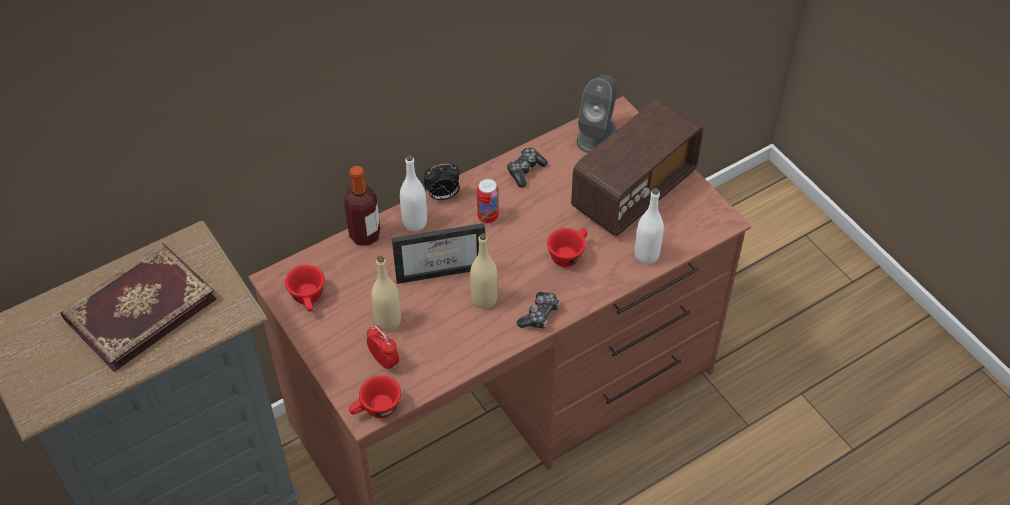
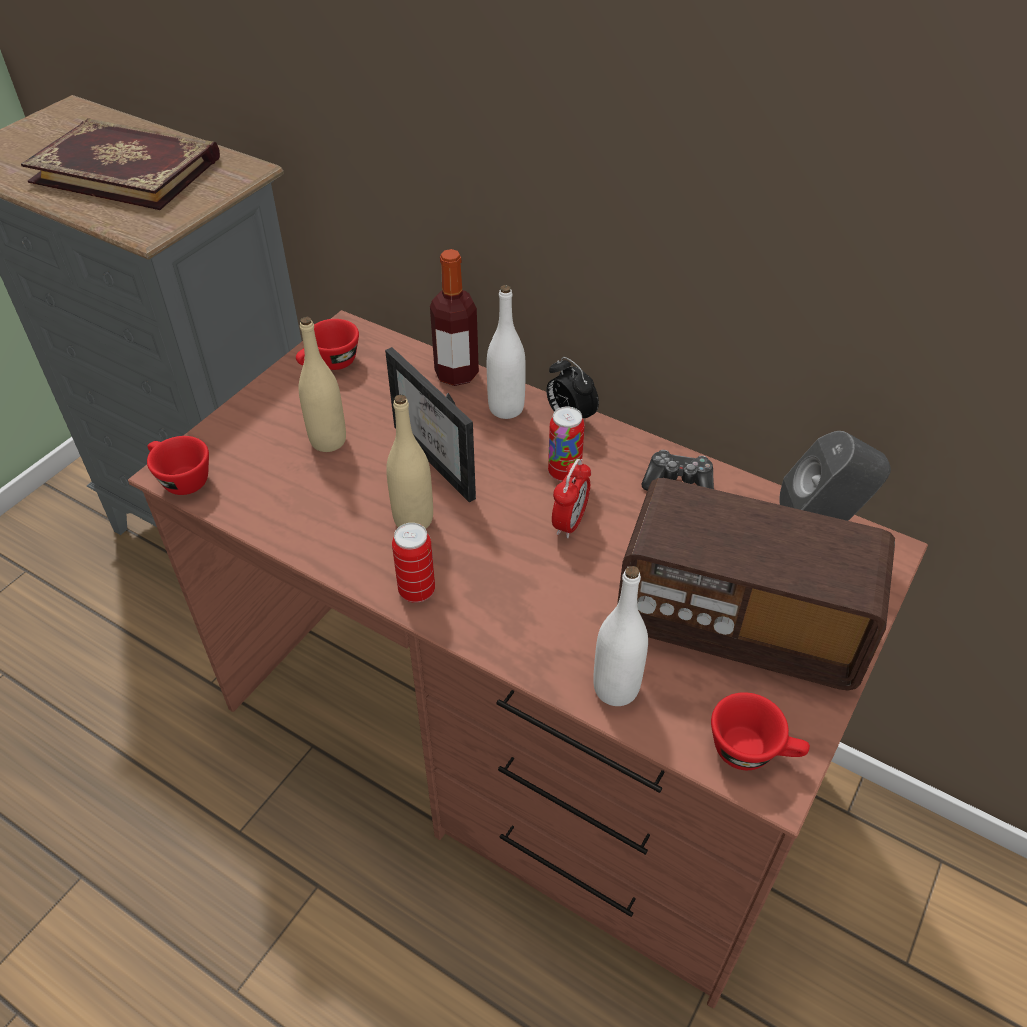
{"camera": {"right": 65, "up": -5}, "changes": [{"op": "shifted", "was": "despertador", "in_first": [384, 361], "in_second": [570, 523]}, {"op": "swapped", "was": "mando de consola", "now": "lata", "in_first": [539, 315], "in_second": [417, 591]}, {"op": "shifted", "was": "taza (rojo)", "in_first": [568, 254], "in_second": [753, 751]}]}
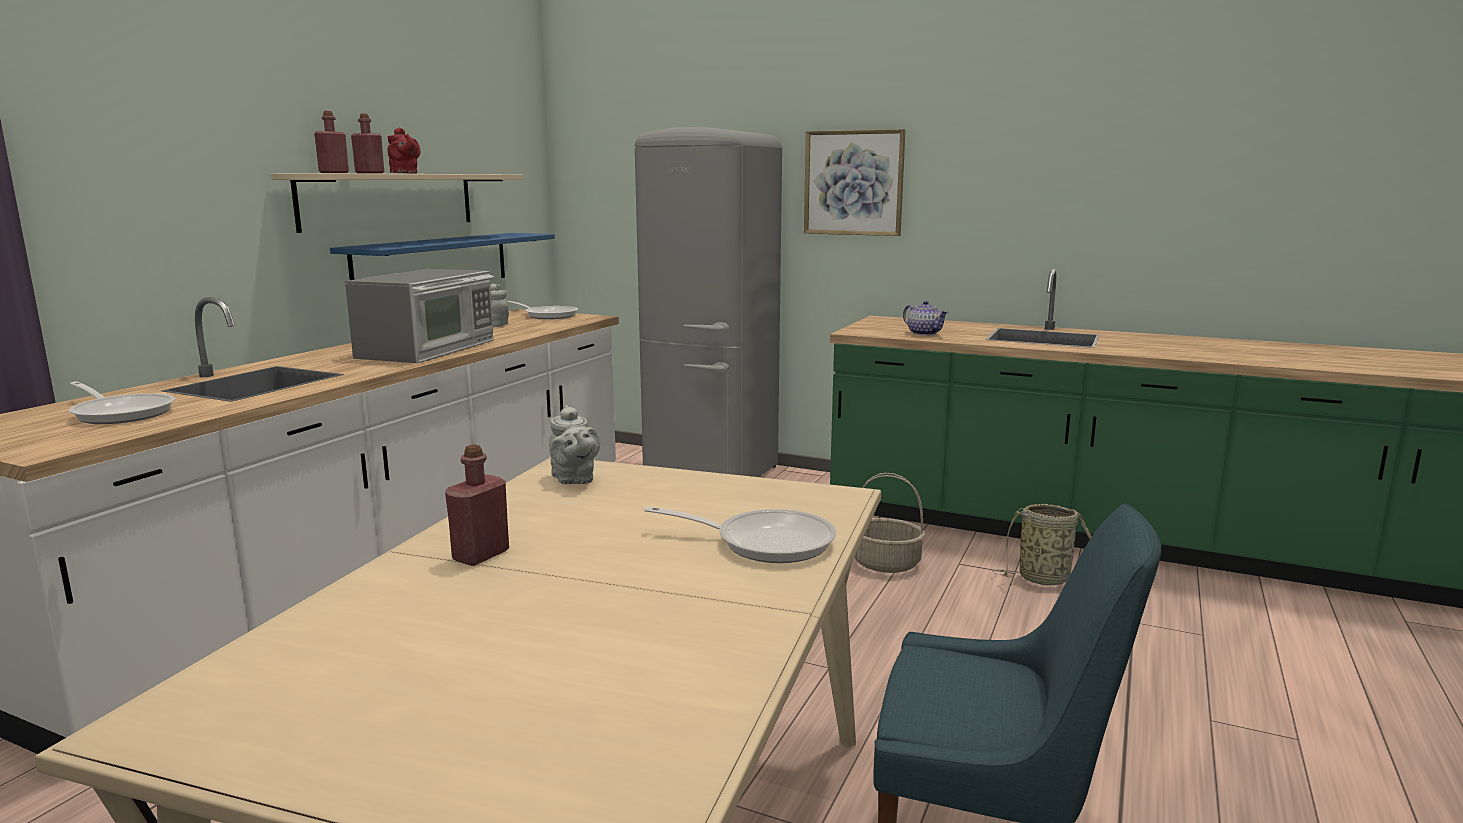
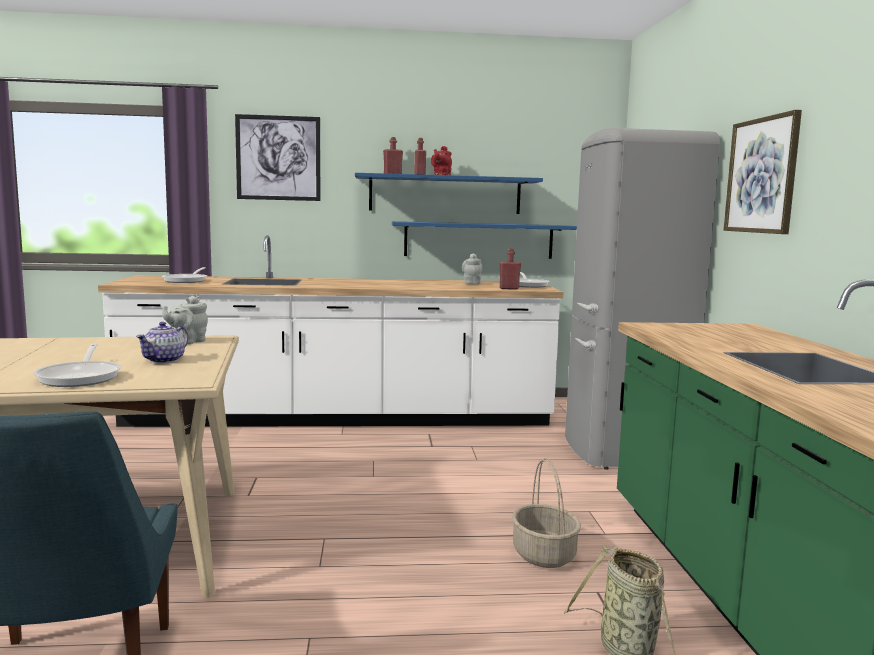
{"camera": {"right": 60, "up": -5}, "changes": [{"op": "repainted", "was": "estante (beis)", "now": "estante (azul)", "in_first": [389, 200], "in_second": [445, 194]}, {"op": "gone", "was": "microondas", "in_first": [429, 349]}, {"op": "shifted", "was": "botella (rojo)", "in_first": [481, 555], "in_second": [509, 288]}, {"op": "shifted", "was": "tetera", "in_first": [924, 333], "in_second": [165, 360]}, {"op": "new", "now": "cuadro", "in_second": [278, 158]}]}
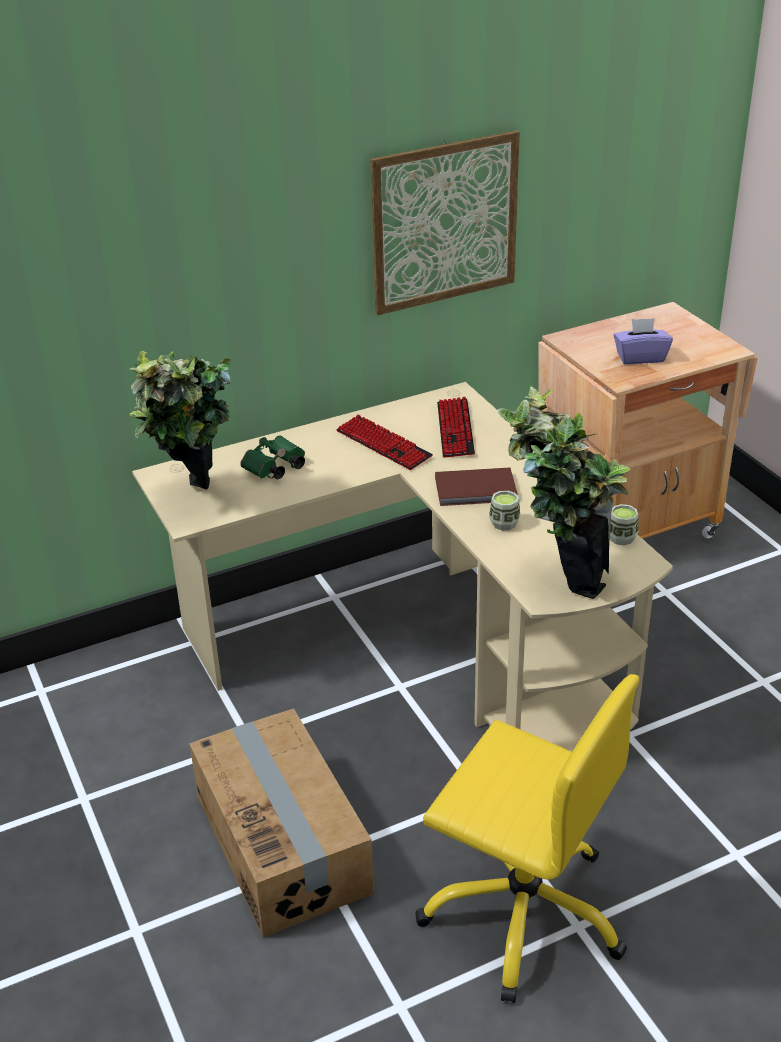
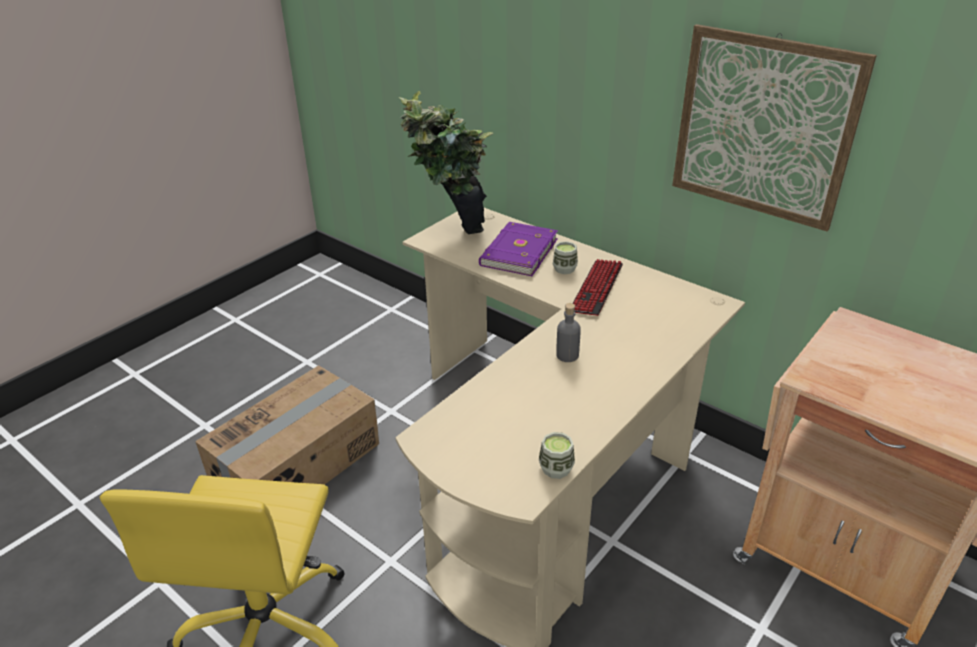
{"camera": {"right": 65, "up": 0}, "changes": [{"op": "swapped", "was": "prismáticos (verde)", "now": "libro (morado)", "in_first": [274, 469], "in_second": [517, 252]}, {"op": "swapped", "was": "libro (marrón)", "now": "botella (gris)", "in_first": [477, 490], "in_second": [567, 355]}, {"op": "gone", "was": "teclado", "in_first": [455, 429]}, {"op": "shifted", "was": "taza", "in_first": [504, 523], "in_second": [564, 269]}, {"op": "gone", "was": "planta en maceta", "in_first": [556, 580]}, {"op": "gone", "was": "caja de pañuelos (morado)", "in_first": [640, 357]}]}
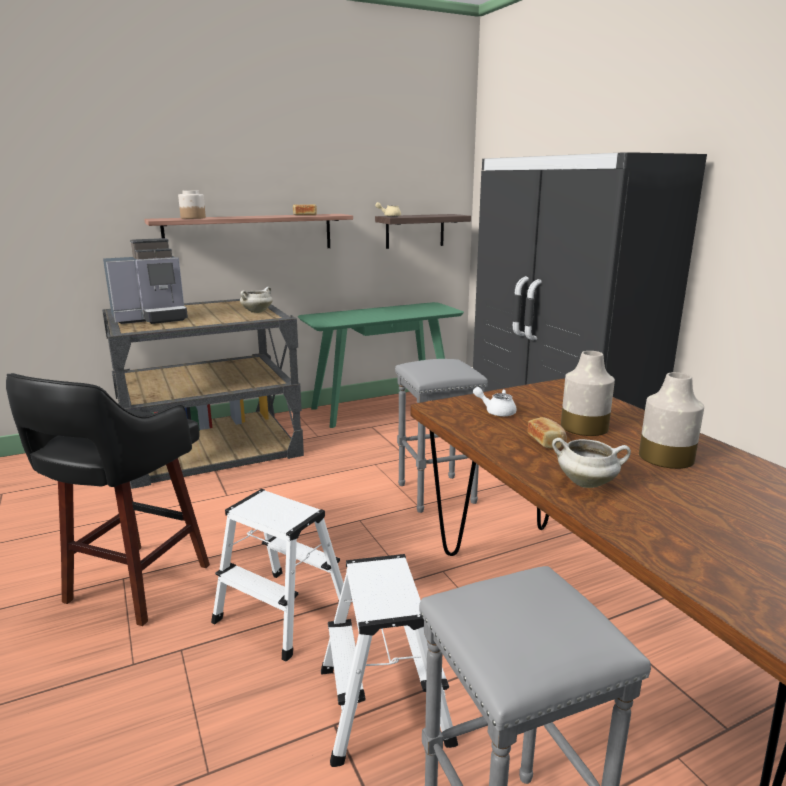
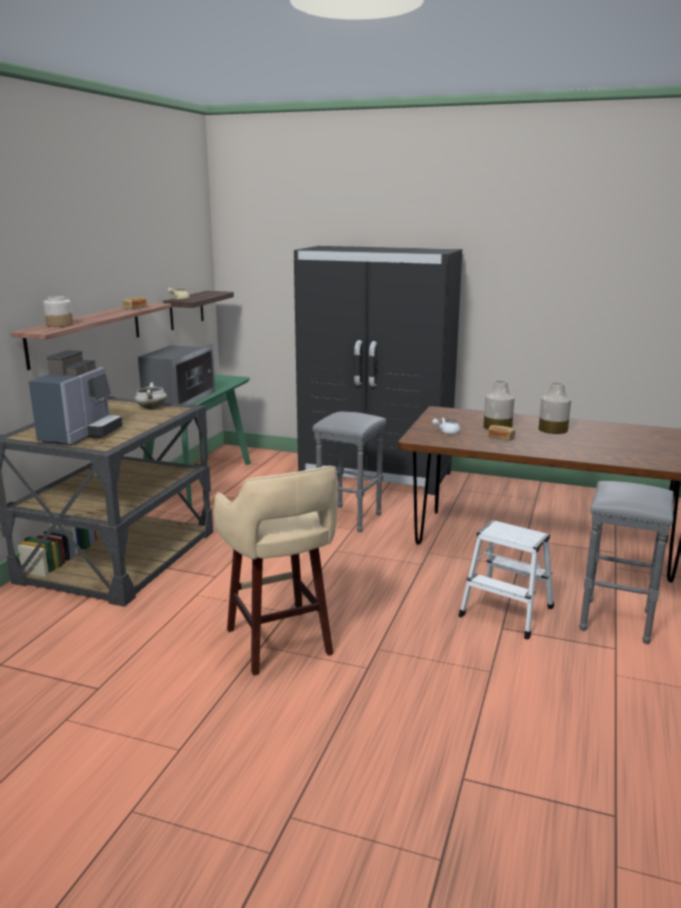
{"camera": {"right": -45, "up": 0}, "changes": [{"op": "repainted", "was": "taburete (negro)", "now": "taburete (beis)", "in_first": [134, 587], "in_second": [280, 645]}, {"op": "gone", "was": "escalera de tijera (blanco)", "in_first": [282, 612]}, {"op": "gone", "was": "olla (blanco)", "in_first": [587, 483]}, {"op": "new", "now": "microondas", "in_second": [178, 400]}]}
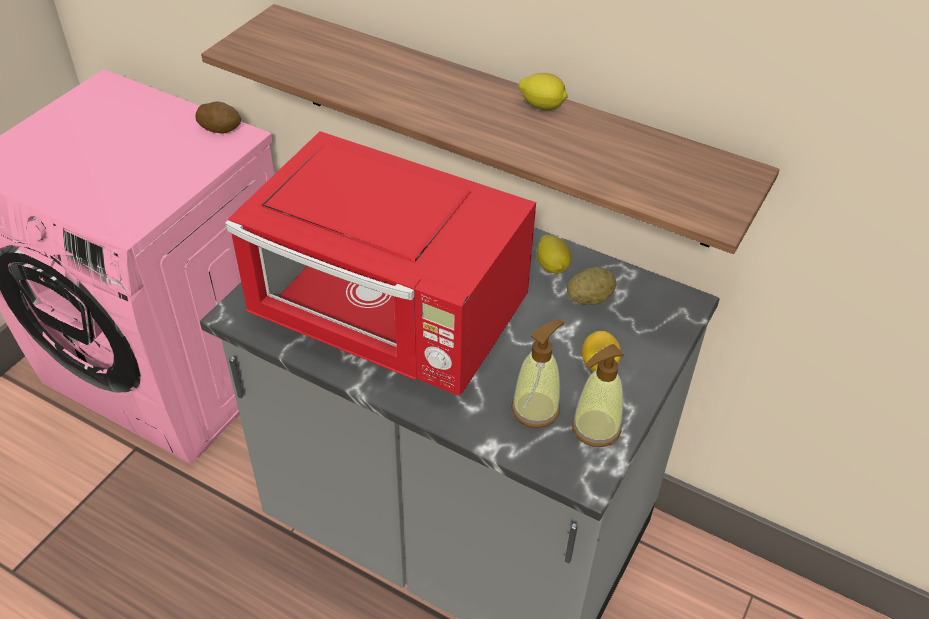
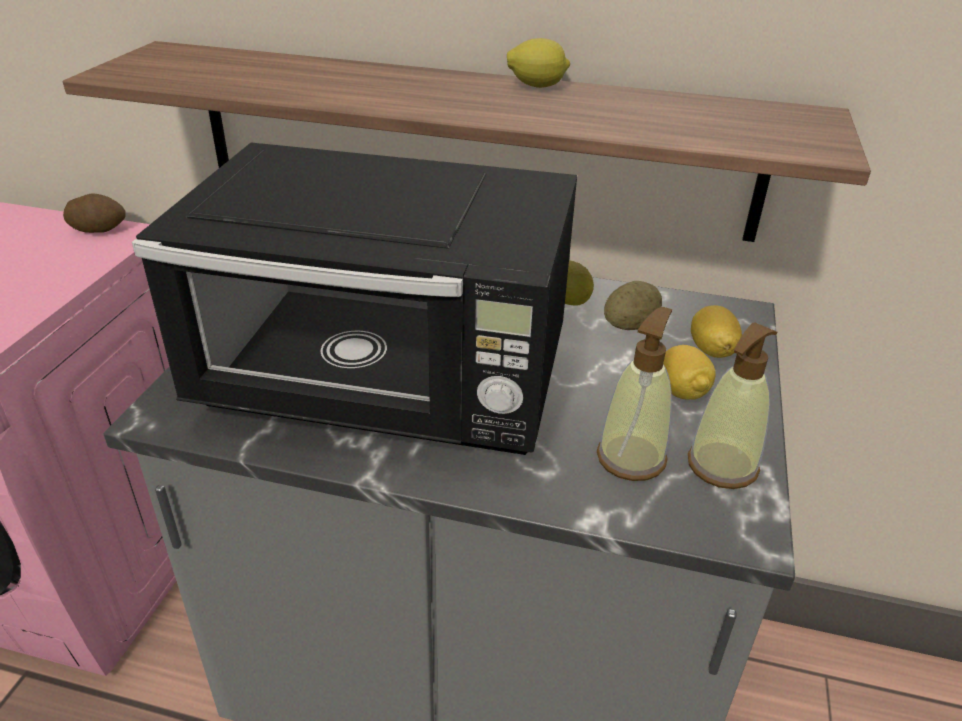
{"camera": {"right": -15, "up": -10}, "changes": [{"op": "repainted", "was": "microondas (rojo)", "now": "microondas (negro)", "in_first": [391, 322], "in_second": [389, 389]}, {"op": "new", "now": "limón", "in_second": [711, 350]}]}
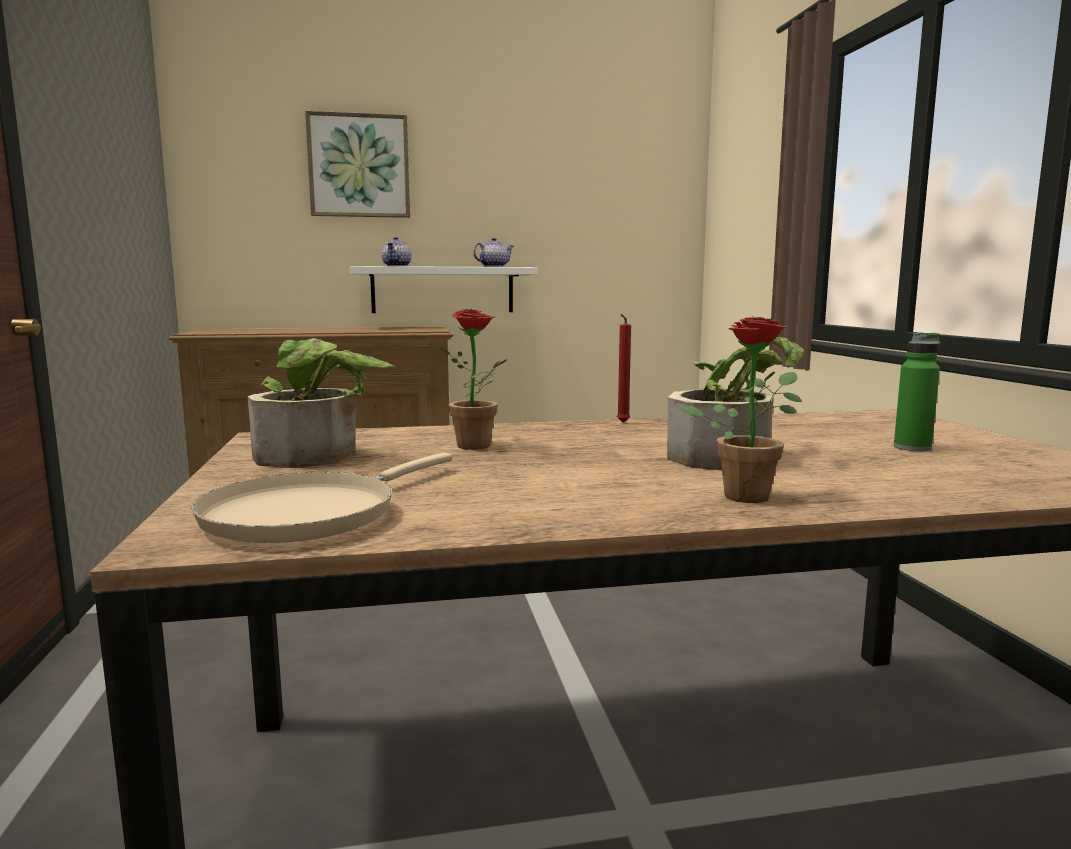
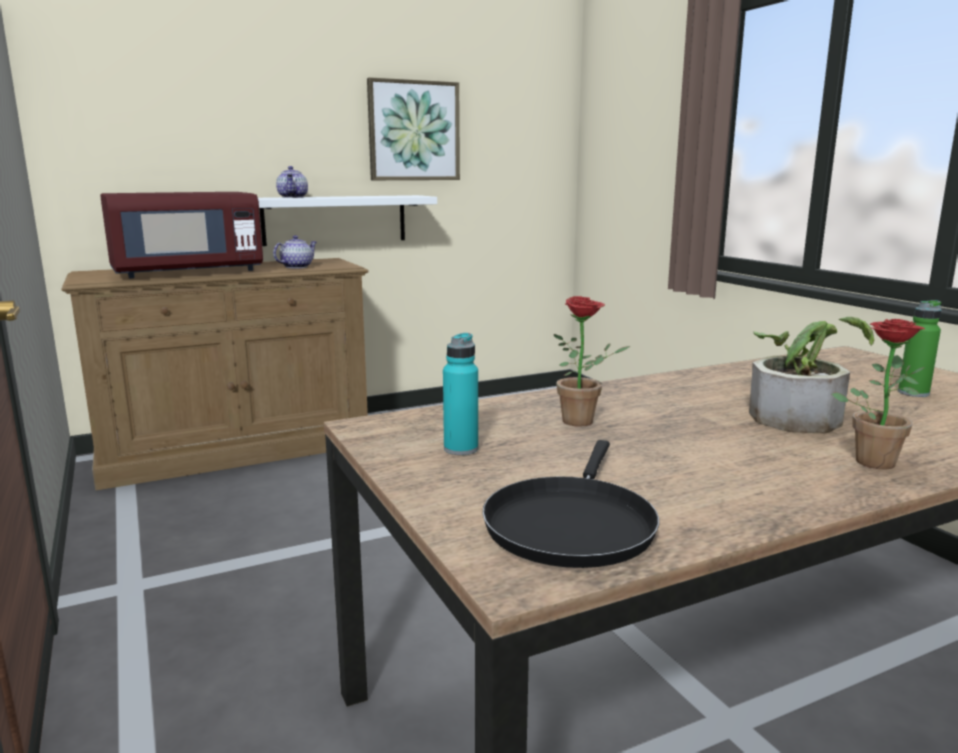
{"camera": {"right": -15, "up": 5}, "changes": [{"op": "repainted", "was": "sartén (beis)", "now": "sartén (negro)", "in_first": [310, 513], "in_second": [571, 524]}, {"op": "swapped", "was": "planta en maceta", "now": "botella (turquesa)", "in_first": [319, 456], "in_second": [461, 449]}, {"op": "shifted", "was": "cuadro", "in_first": [359, 166], "in_second": [413, 131]}, {"op": "shifted", "was": "tetera", "in_first": [493, 267], "in_second": [296, 267]}, {"op": "gone", "was": "vela (rojo)", "in_first": [622, 423]}, {"op": "new", "now": "microondas (rojo)", "in_second": [187, 272]}]}
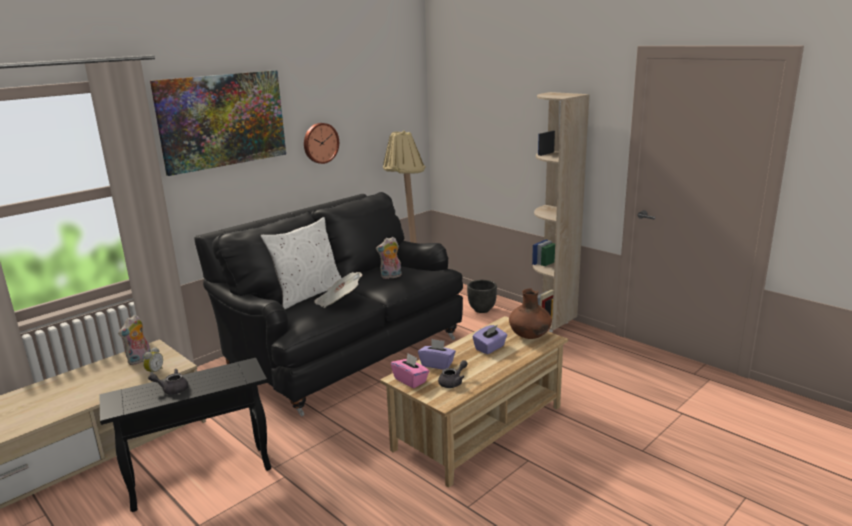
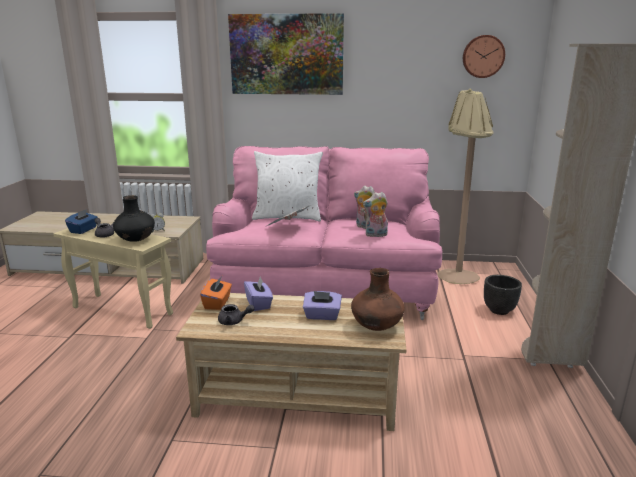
{"camera": {"right": 50, "up": 0}, "changes": [{"op": "repainted", "was": "mesa auxiliar (negro)", "now": "mesa auxiliar (beis)", "in_first": [201, 477], "in_second": [122, 311]}, {"op": "shifted", "was": "peluche", "in_first": [140, 360], "in_second": [376, 235]}, {"op": "repainted", "was": "sofá (negro)", "now": "sofá (rosa)", "in_first": [341, 350], "in_second": [328, 284]}, {"op": "shifted", "was": "reloj de pared", "in_first": [320, 143], "in_second": [483, 56]}, {"op": "repainted", "was": "caja de pañuelos (rosa)", "now": "caja de pañuelos (naranja)", "in_first": [410, 380], "in_second": [217, 303]}, {"op": "new", "now": "caja de pañuelos (azul)", "in_second": [83, 230]}, {"op": "new", "now": "florero (negro)", "in_second": [136, 240]}]}
